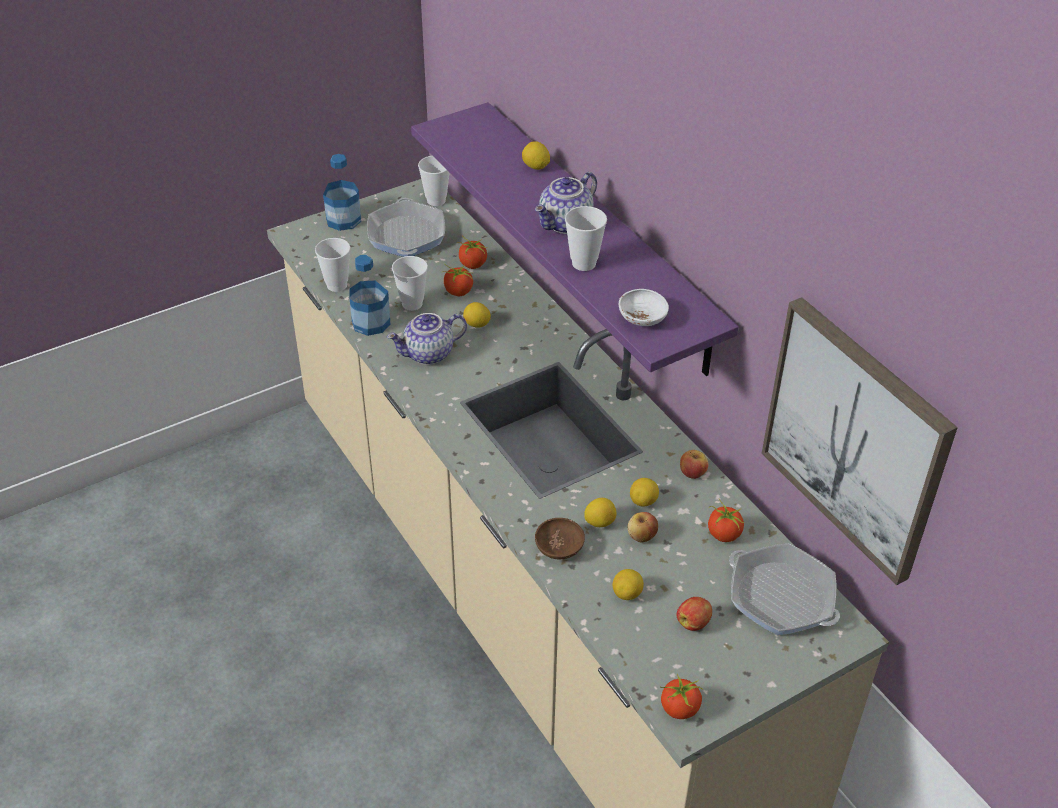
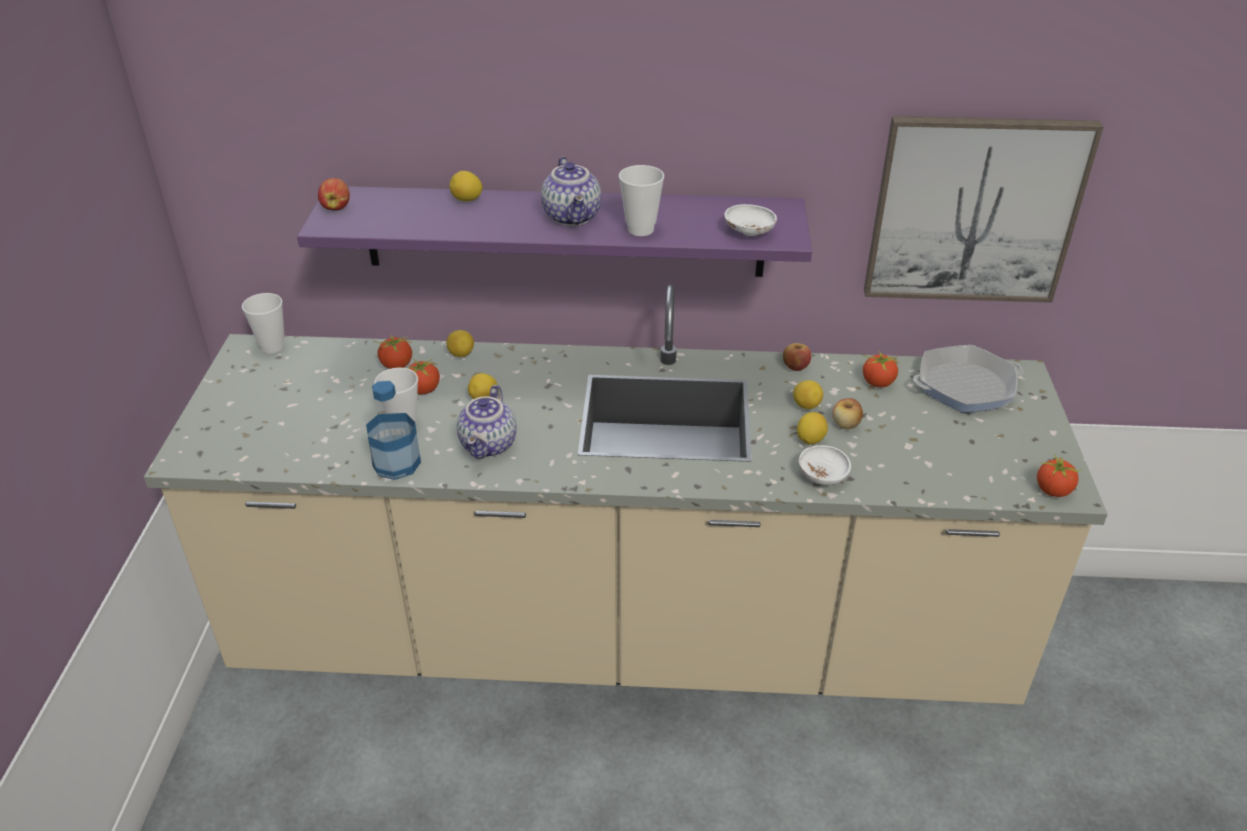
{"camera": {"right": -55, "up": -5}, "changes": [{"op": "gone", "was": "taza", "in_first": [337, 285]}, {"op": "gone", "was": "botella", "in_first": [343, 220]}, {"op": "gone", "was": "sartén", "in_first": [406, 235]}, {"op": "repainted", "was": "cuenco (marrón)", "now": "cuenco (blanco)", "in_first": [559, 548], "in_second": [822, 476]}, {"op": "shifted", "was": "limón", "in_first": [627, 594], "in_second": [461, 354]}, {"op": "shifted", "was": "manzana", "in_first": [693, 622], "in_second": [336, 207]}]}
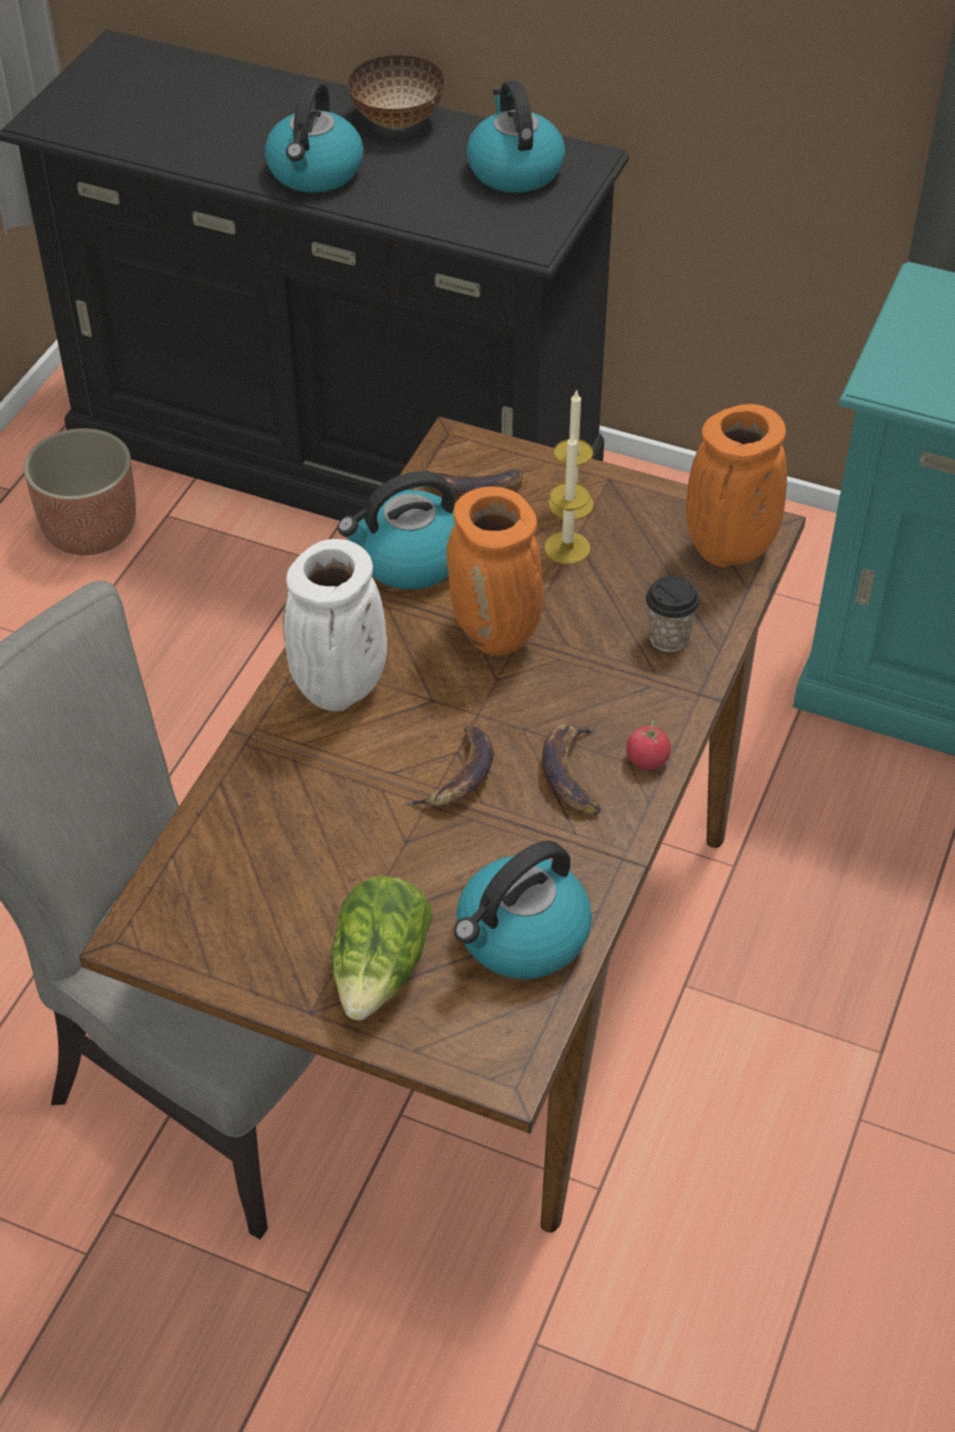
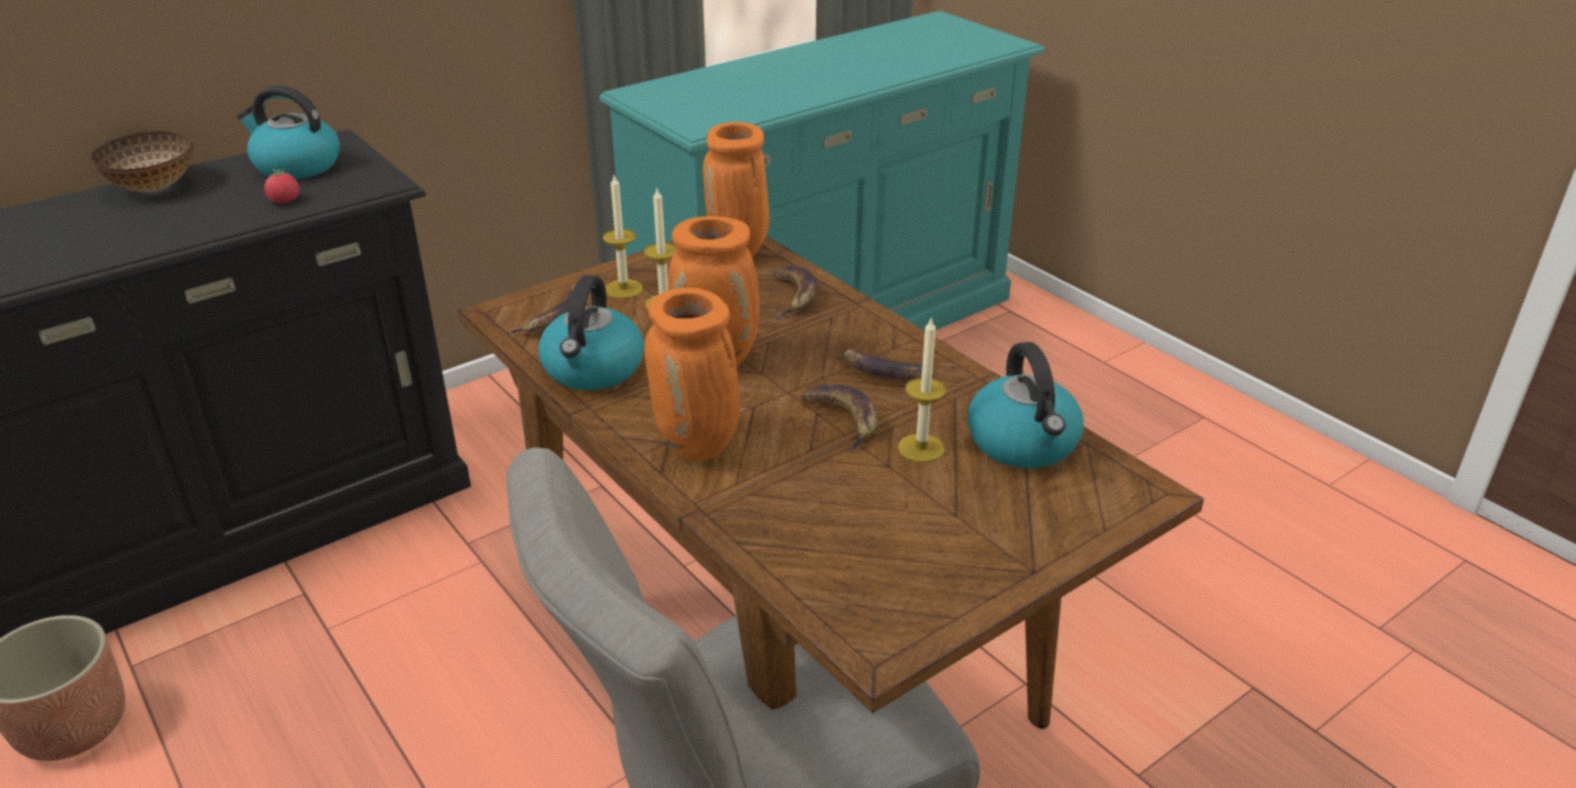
{"camera": {"right": -60, "up": -15}, "changes": [{"op": "gone", "was": "hervidor", "in_first": [315, 172]}, {"op": "repainted", "was": "florero (blanco)", "now": "florero (naranja)", "in_first": [340, 691], "in_second": [698, 446]}, {"op": "gone", "was": "lechuga", "in_first": [380, 969]}, {"op": "shifted", "was": "tomate", "in_first": [647, 759], "in_second": [285, 201]}, {"op": "swapped", "was": "taza", "now": "plátano", "in_first": [668, 638], "in_second": [794, 296]}, {"op": "new", "now": "vela", "in_second": [921, 448]}]}
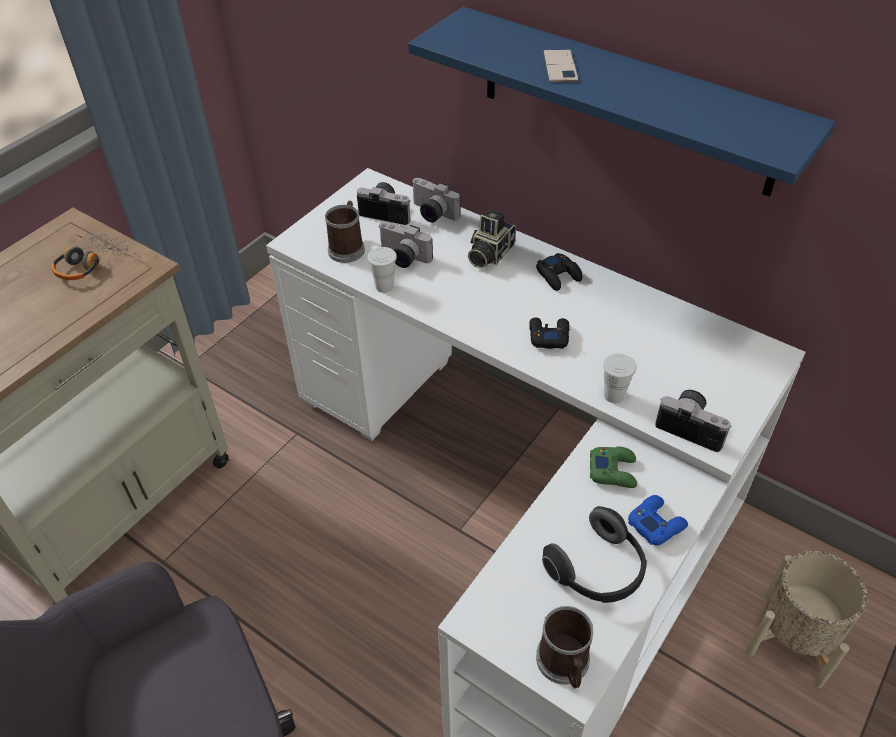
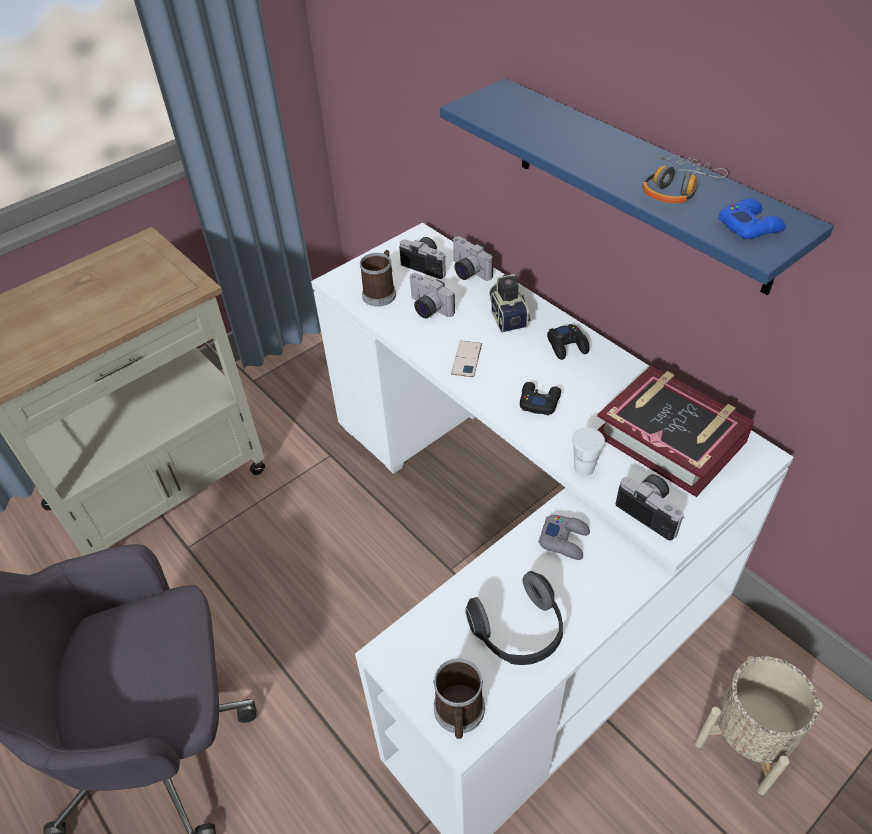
{"camera": {"right": 15, "up": 0}, "changes": [{"op": "shifted", "was": "auriculares", "in_first": [88, 262], "in_second": [677, 188]}, {"op": "gone", "was": "taza (blanco)", "in_first": [384, 286]}, {"op": "rotated", "was": "cámara", "in_first": [489, 254], "in_second": [508, 316], "clockwise": 120}, {"op": "shifted", "was": "móvil", "in_first": [560, 66], "in_second": [466, 359]}, {"op": "repainted", "was": "mando de consola (verde)", "now": "mando de consola (gris)", "in_first": [613, 471], "in_second": [564, 540]}, {"op": "shifted", "was": "mando de consola (azul)", "in_first": [656, 523], "in_second": [749, 226]}, {"op": "new", "now": "libro", "in_second": [670, 438]}]}
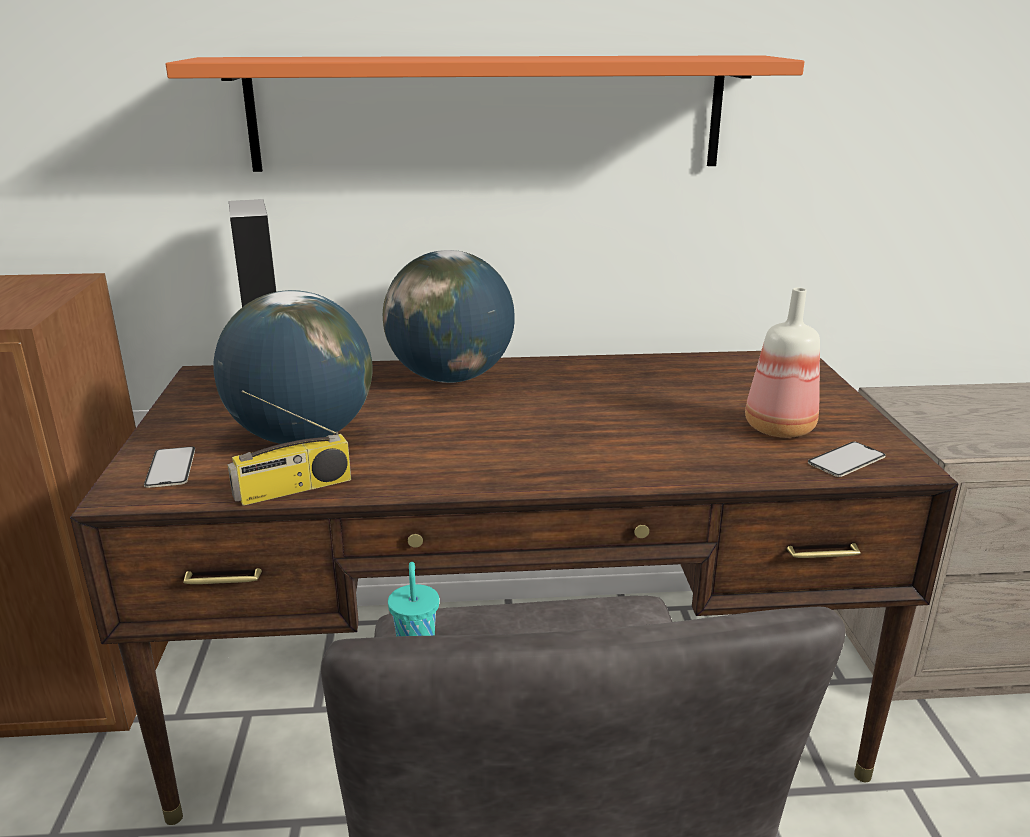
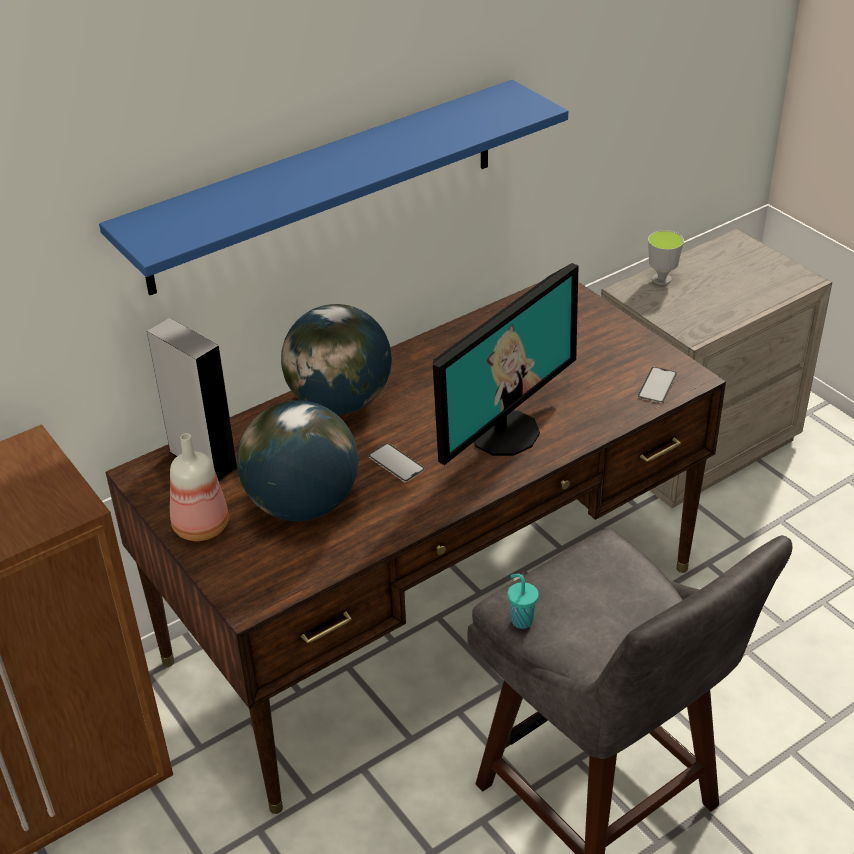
{"camera": {"right": -30, "up": 15}, "changes": [{"op": "shifted", "was": "móvil", "in_first": [170, 467], "in_second": [396, 463]}, {"op": "repainted", "was": "estante (naranja)", "now": "estante (azul)", "in_first": [487, 113], "in_second": [324, 186]}, {"op": "gone", "was": "radio", "in_first": [293, 489]}, {"op": "shifted", "was": "botella", "in_first": [778, 429], "in_second": [200, 528]}, {"op": "new", "now": "monitor", "in_second": [504, 432]}, {"op": "new", "now": "taza", "in_second": [661, 279]}]}
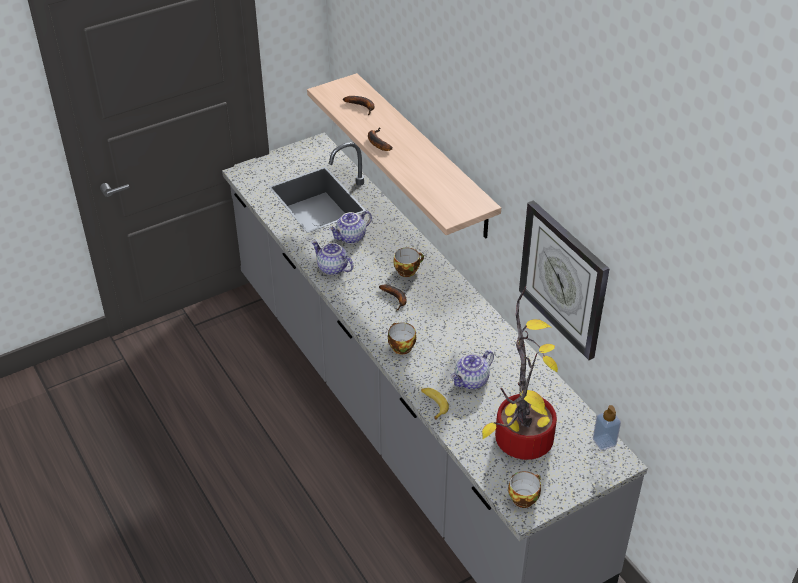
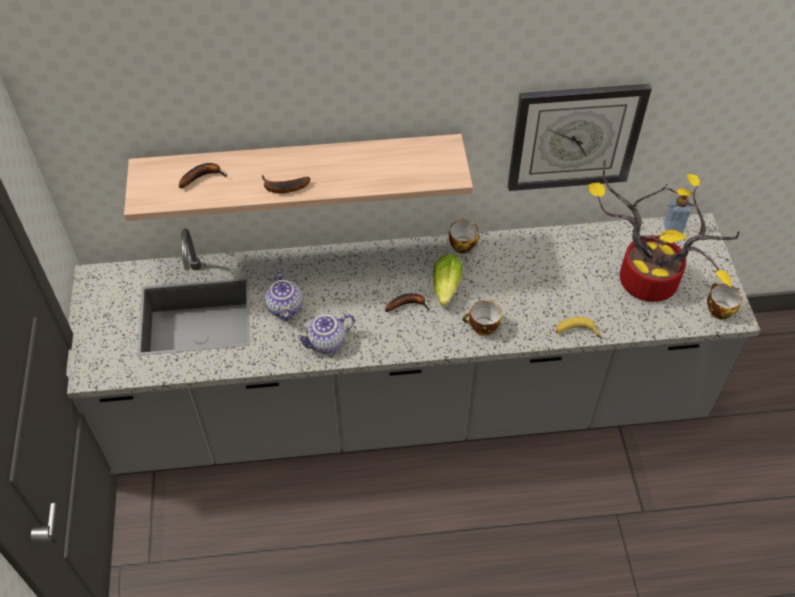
{"camera": {"right": -65, "up": 10}, "changes": [{"op": "shifted", "was": "taza", "in_first": [407, 270], "in_second": [461, 244]}, {"op": "gone", "was": "tetera", "in_first": [471, 381]}, {"op": "new", "now": "lechuga", "in_second": [446, 289]}]}
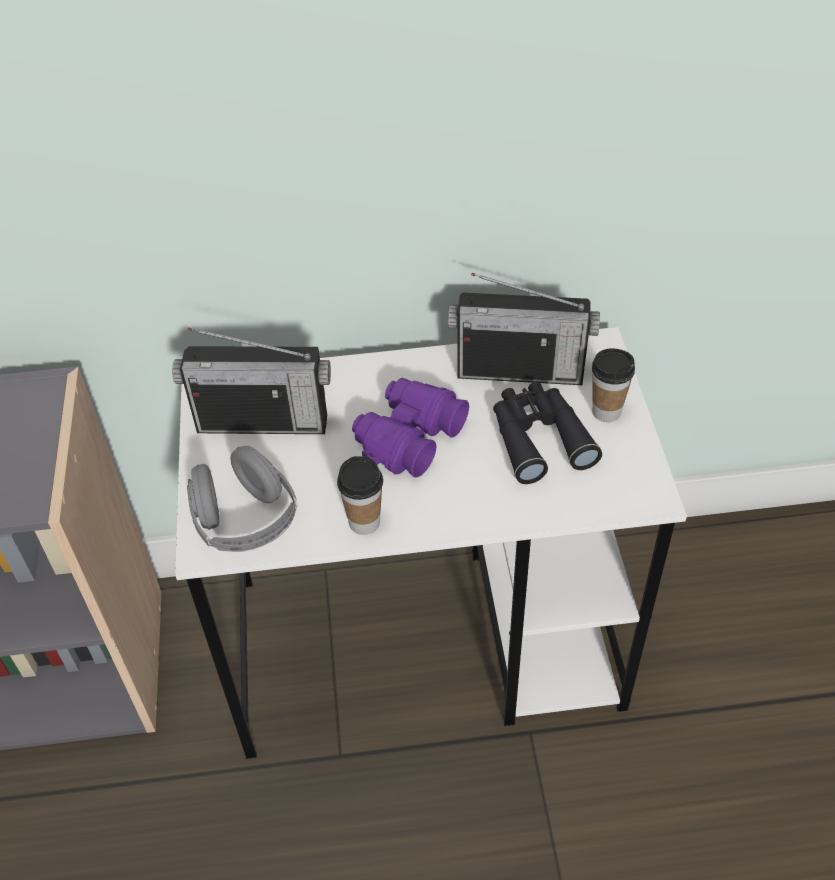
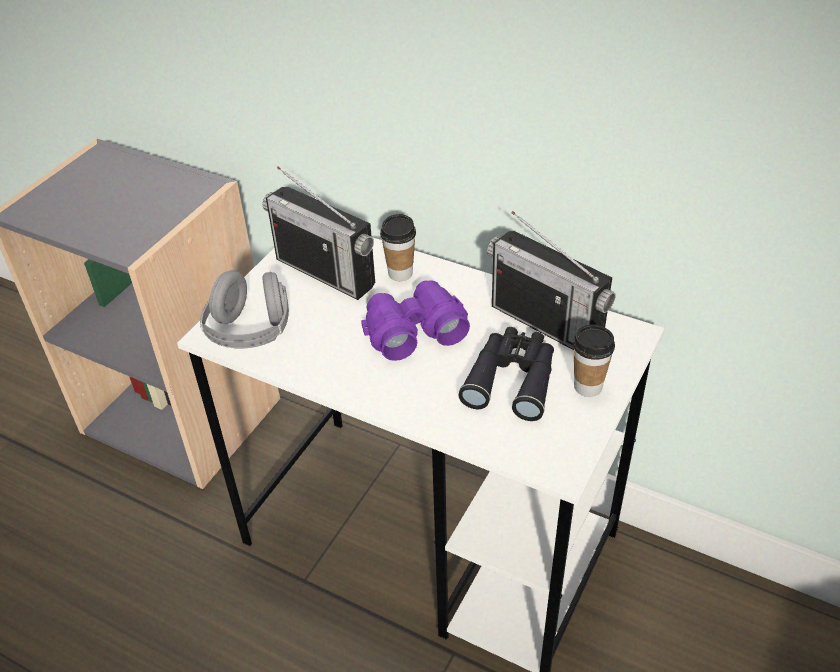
{"camera": {"right": 35, "up": -5}, "changes": [{"op": "shifted", "was": "taza", "in_first": [364, 522], "in_second": [400, 273]}]}
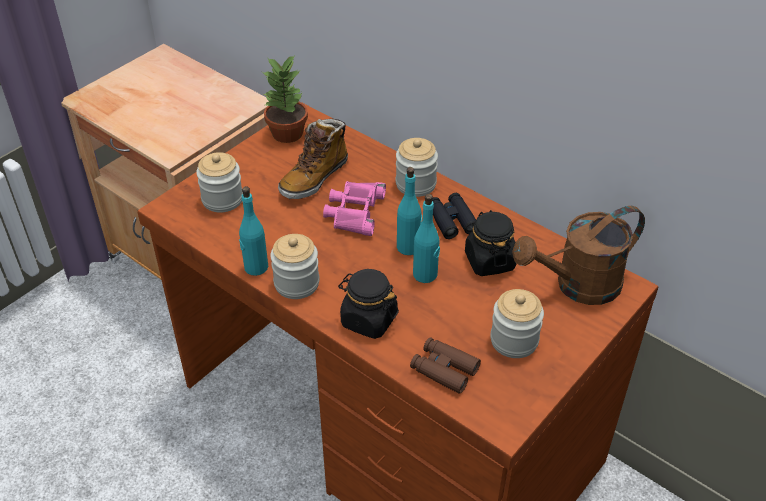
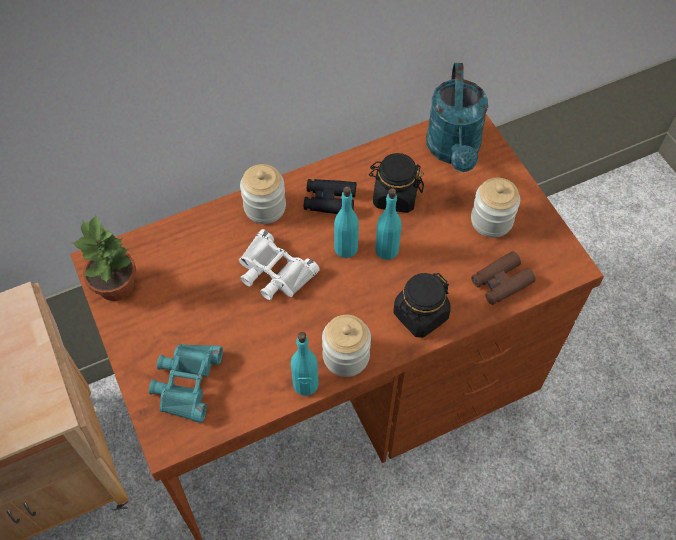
{"camera": {"right": -65, "up": 15}, "changes": [{"op": "swapped", "was": "tarro", "now": "prismáticos (turquesa)", "in_first": [222, 199], "in_second": [186, 382]}, {"op": "gone", "was": "bota", "in_first": [314, 178]}, {"op": "repainted", "was": "prismáticos (rosa)", "now": "prismáticos (blanco)", "in_first": [354, 212], "in_second": [274, 272]}, {"op": "repainted", "was": "regadera (marrón)", "now": "regadera (turquesa)", "in_first": [578, 286], "in_second": [454, 151]}]}
